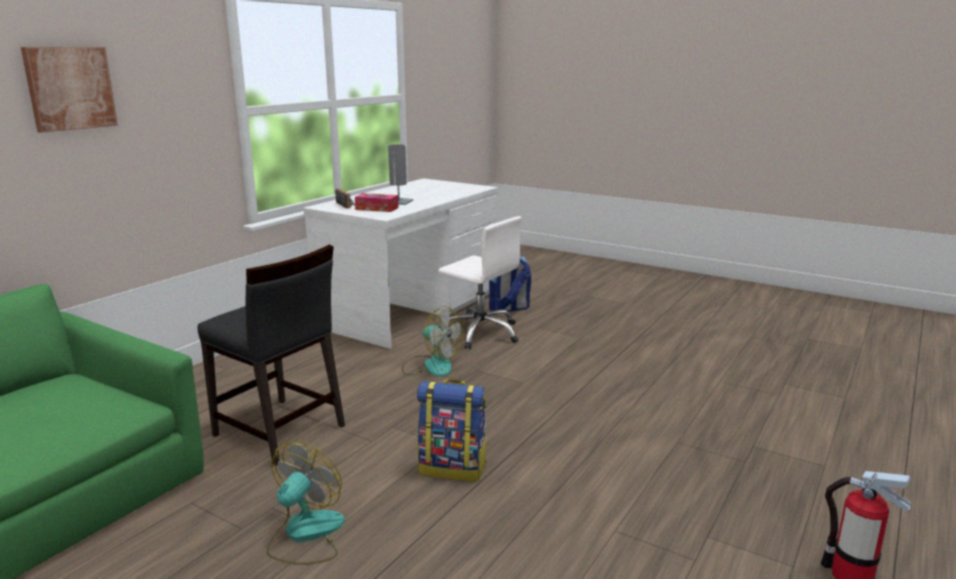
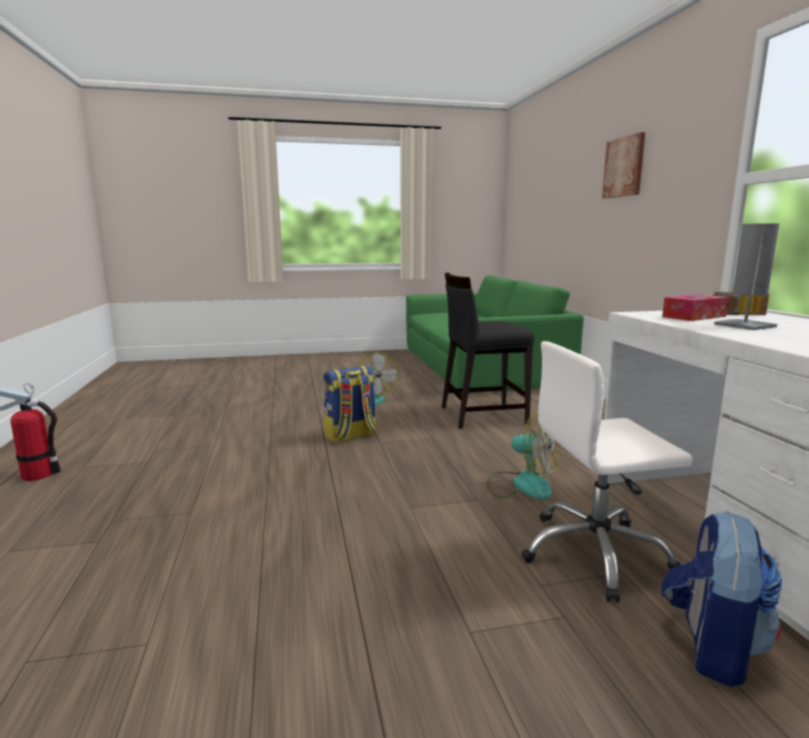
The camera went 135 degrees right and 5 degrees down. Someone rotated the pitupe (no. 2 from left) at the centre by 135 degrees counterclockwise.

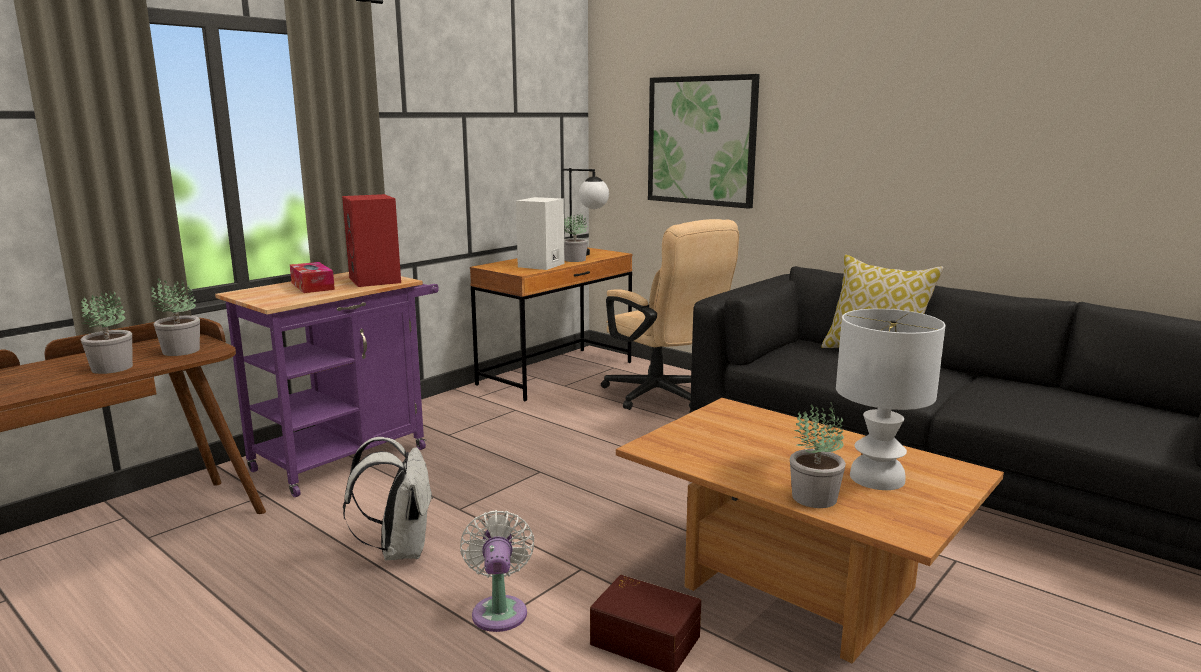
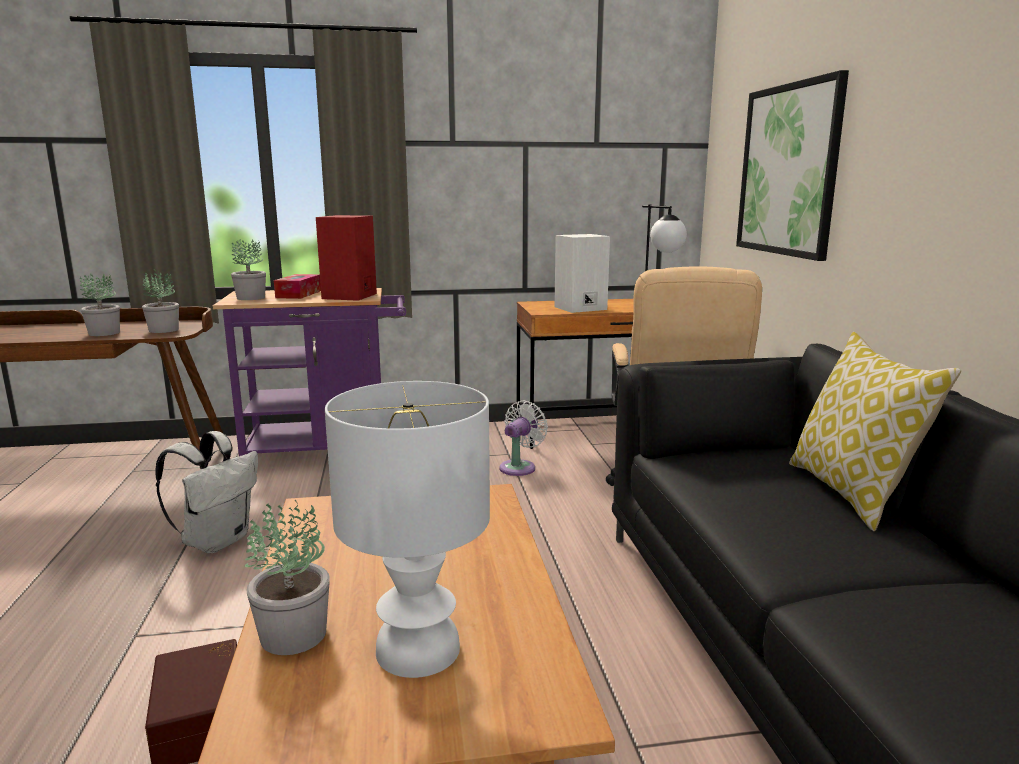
The camera went 40 degrees right and 0 degrees up. Someone carried the white pitupe from the bottom centre to the centre. Someone carried the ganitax (no. 3 from left) from the centre to the middle left.

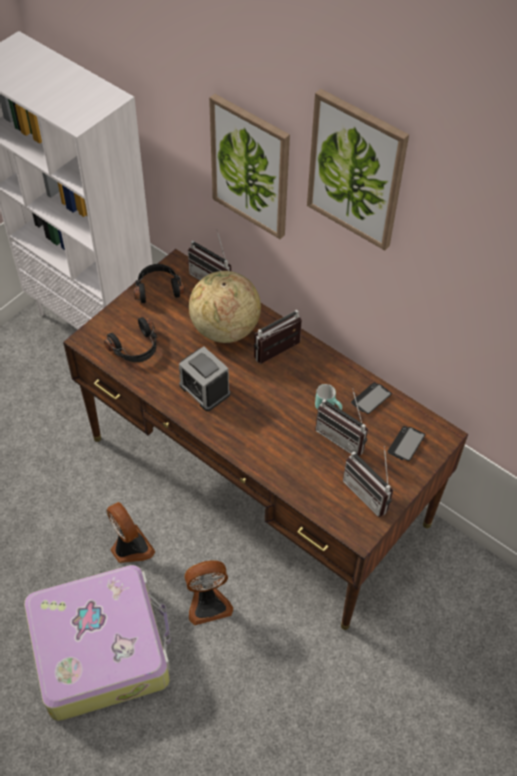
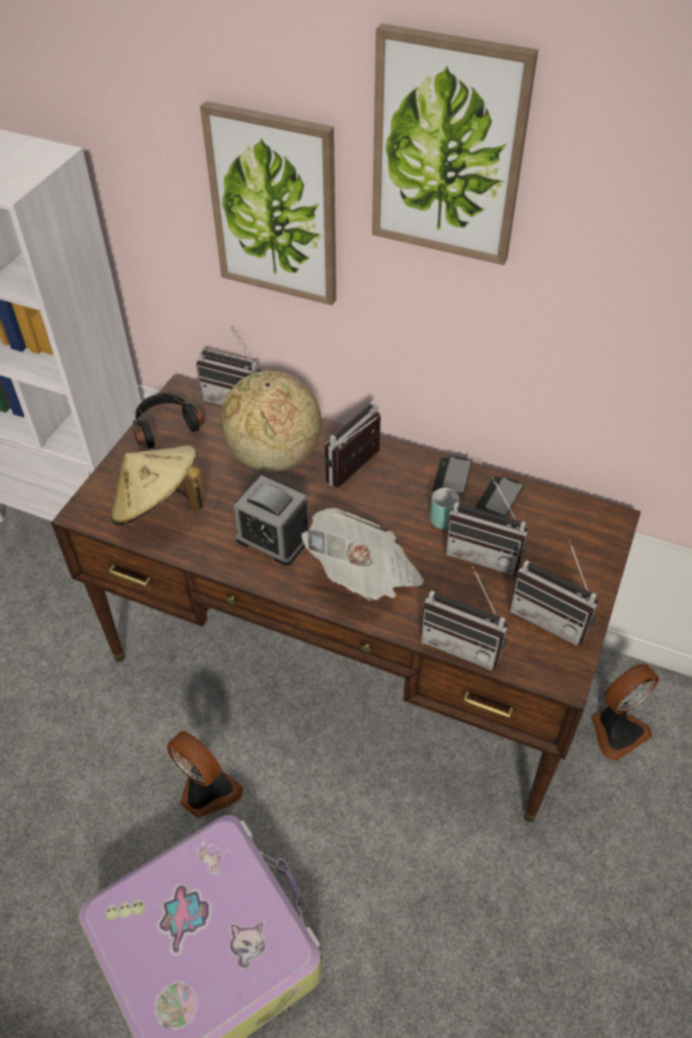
The camera went 15 degrees left and 5 degrees down. Someone put down the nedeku at the centre. Someone put down the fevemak (no. 3 from left) at the middle right. Someone carried the pitupe (no. 2 from left) from the bottom centre to the bottom right. Someone carried the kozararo (no. 2 from left in the first image) from the middle right to the centre. Someone swapped the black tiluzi (no. 1 from left) at the middle left for the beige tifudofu at the middle left.

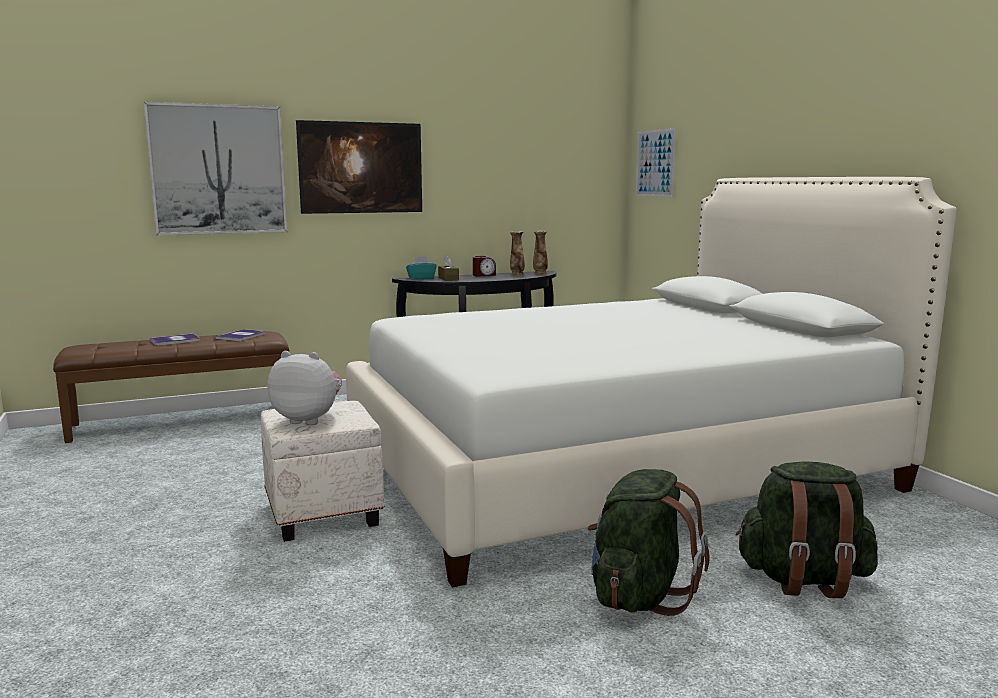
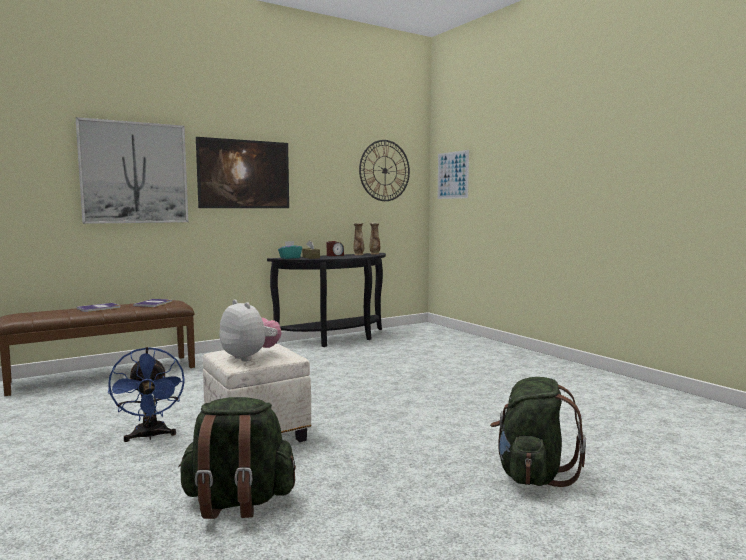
The camera went 10 degrees left and 5 degrees down. Someone took away the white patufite at the centre. Someone put down the blue pitupe at the bottom left. Someone put up the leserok at the top centre. Someone carried the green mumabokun (no. 2 from left in the first image) from the bottom right to the bottom left. Someone rotated the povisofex at the middle left by 45 degrees clockwise.

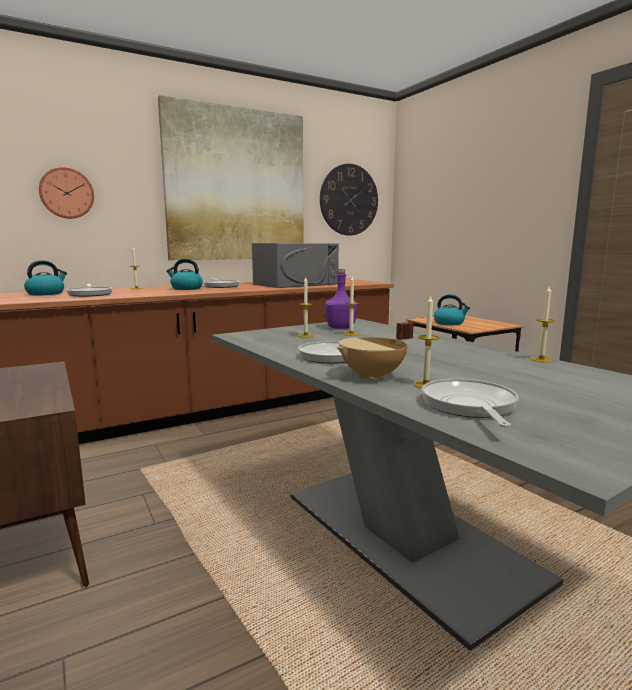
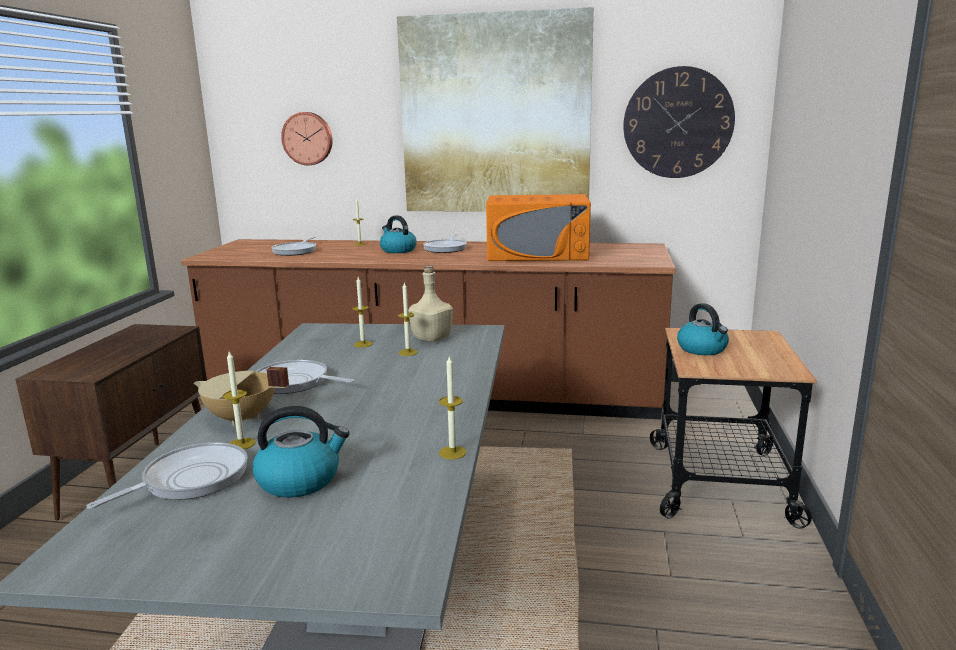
The camera went 40 degrees right and 5 degrees up. Someone carried the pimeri (no. 1 from left) from the middle left to the bottom left. Someone repainted the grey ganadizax at the centre, which became the orange ganadizax at the centre. Someone repainted the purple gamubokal at the centre, which became the beige gamubokal at the centre.

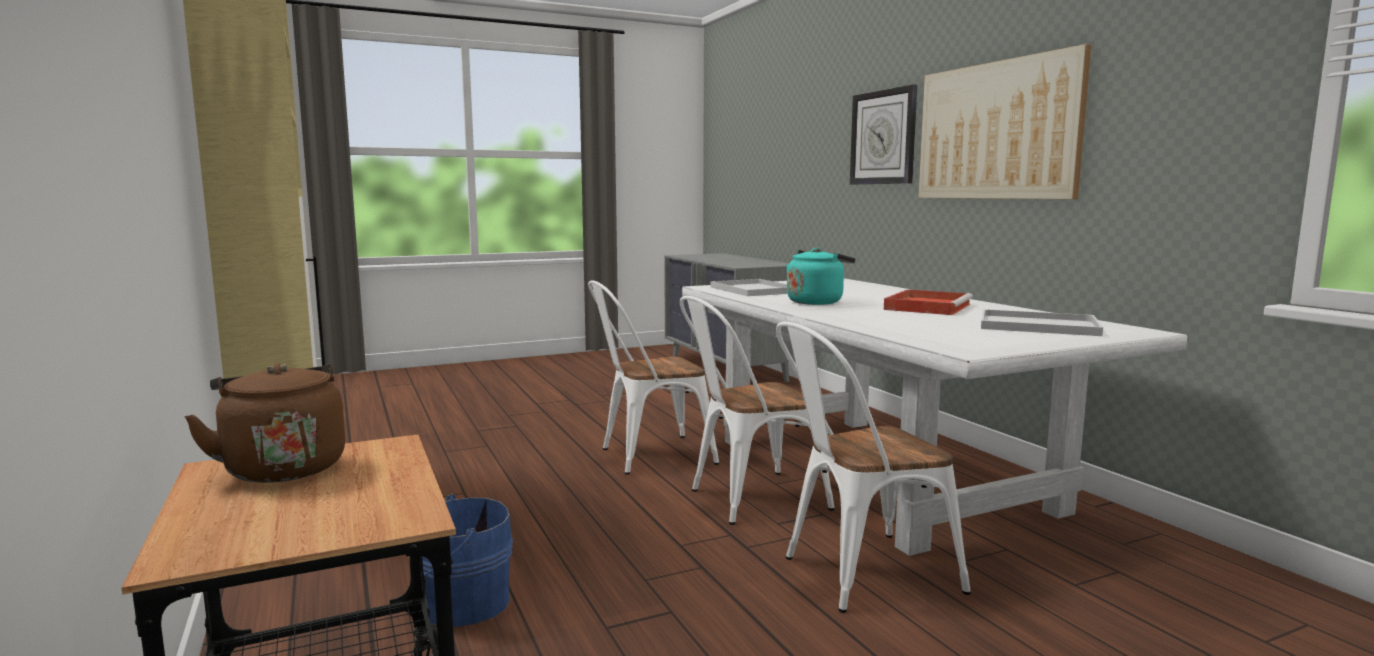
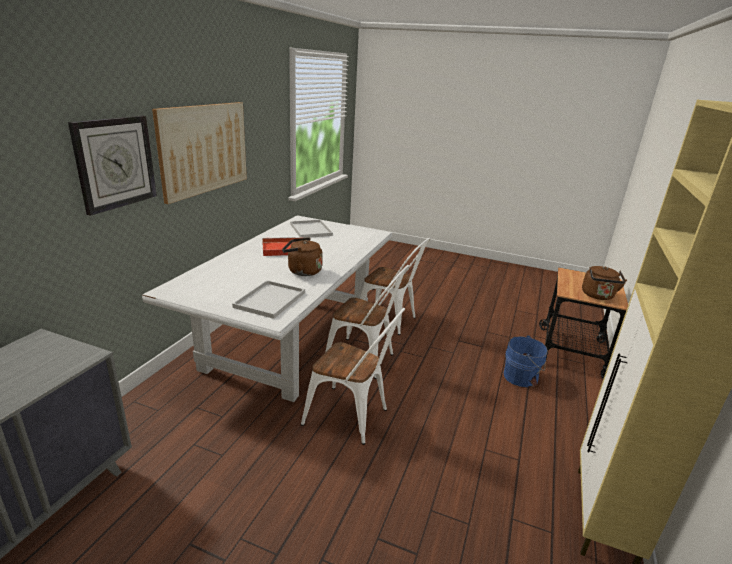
The camera went 135 degrees left and 15 degrees up. Someone repainted the turquoise pimeri at the centre, which became the brown pimeri (no. 1 from left) at the centre.

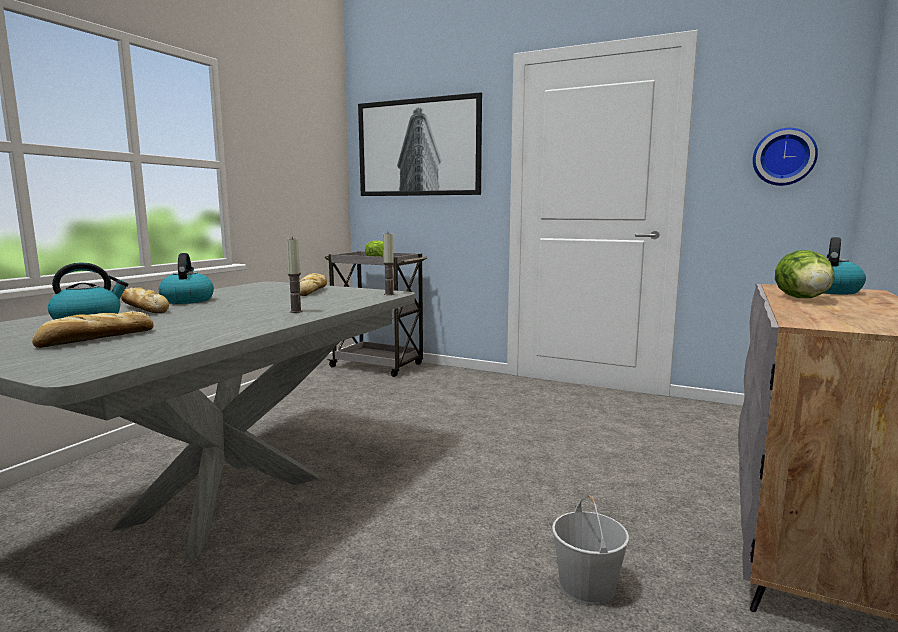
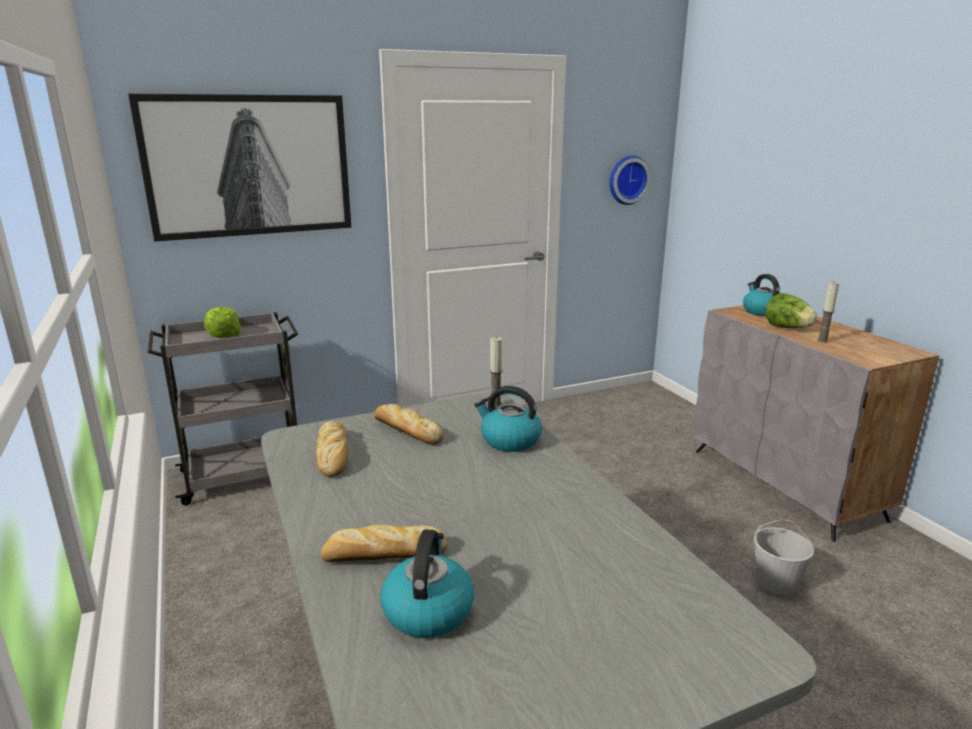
The camera went 50 degrees left and 10 degrees up. Someone carried the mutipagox (no. 1 from left) from the middle left to the centre. Someone carried the pimeri (no. 2 from left) from the middle left to the centre. Someone carried the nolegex (no. 1 from left in the first image) from the middle left to the middle right.

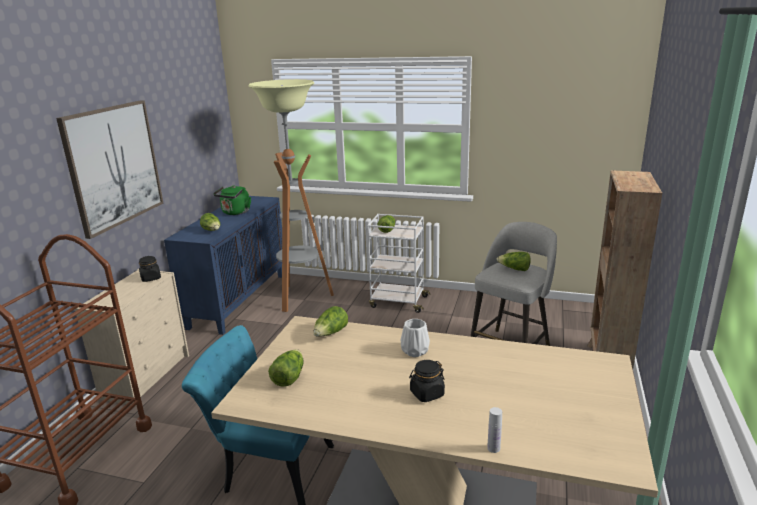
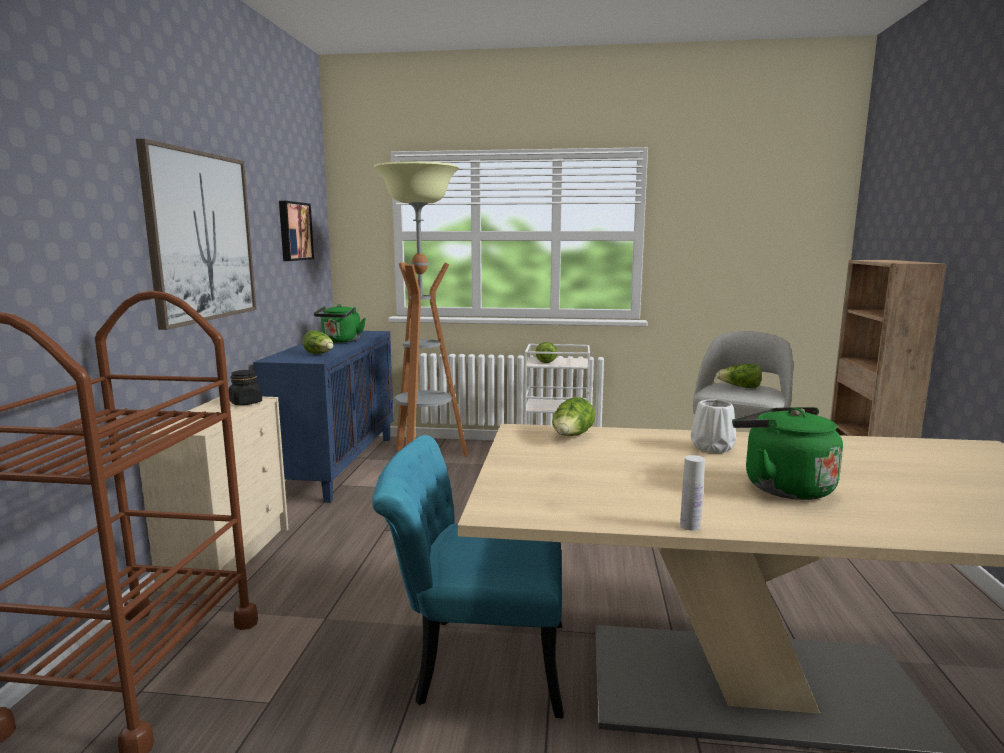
The camera went 10 degrees left and 10 degrees down. Someone took away the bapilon (no. 2 from left) at the bottom centre. Someone put up the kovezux (no. 2 from left) at the top left. Someone carried the white gamubokal from the bottom centre to the middle right. Someone swapped the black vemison (no. 2 from left) at the bottom centre for the green pimeri (no. 2 from left) at the middle right.

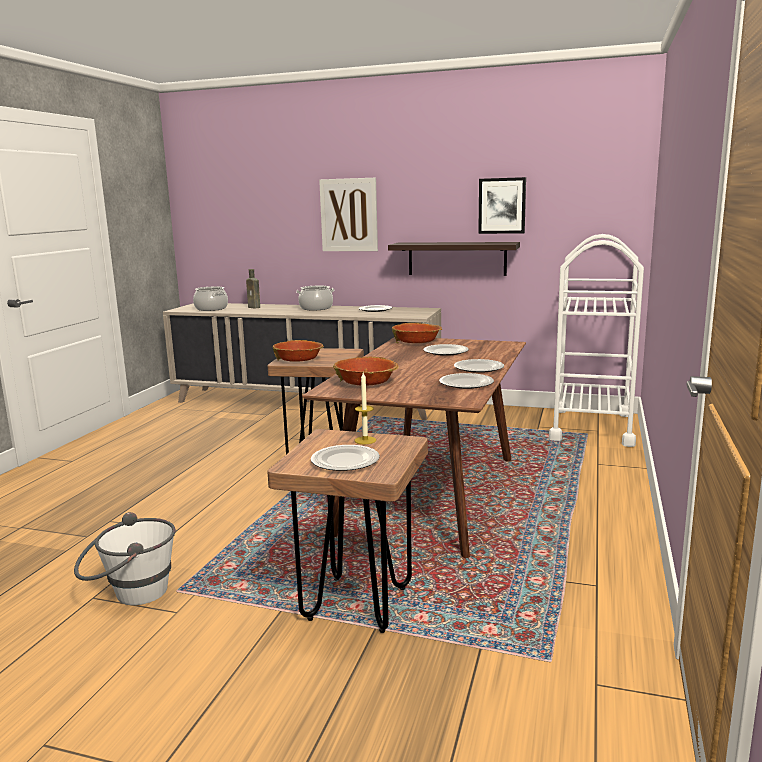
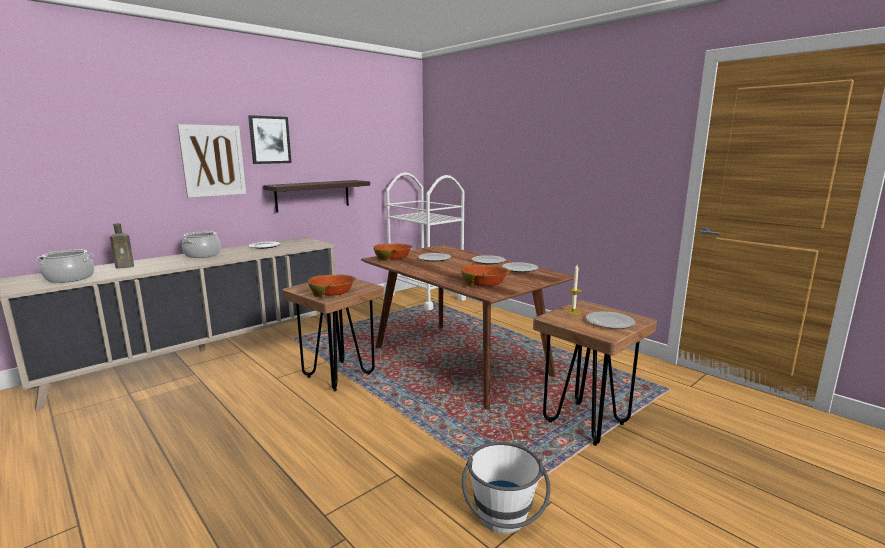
The camera went 60 degrees left and 0 degrees up. Someone carried the kovezux (no. 2 from left) from the top centre to the top left.

